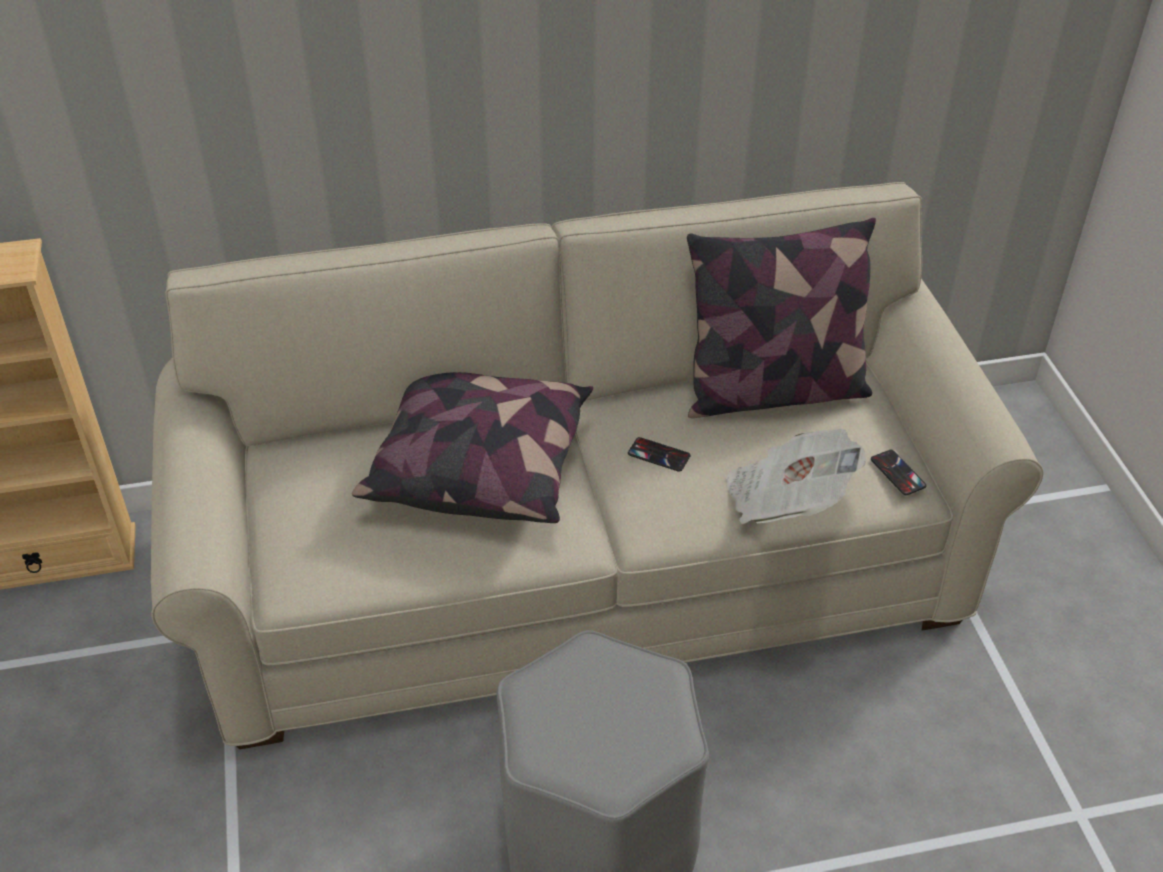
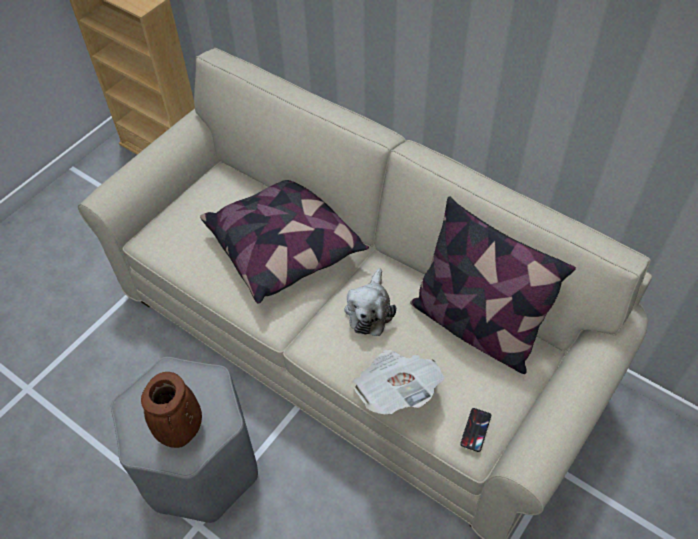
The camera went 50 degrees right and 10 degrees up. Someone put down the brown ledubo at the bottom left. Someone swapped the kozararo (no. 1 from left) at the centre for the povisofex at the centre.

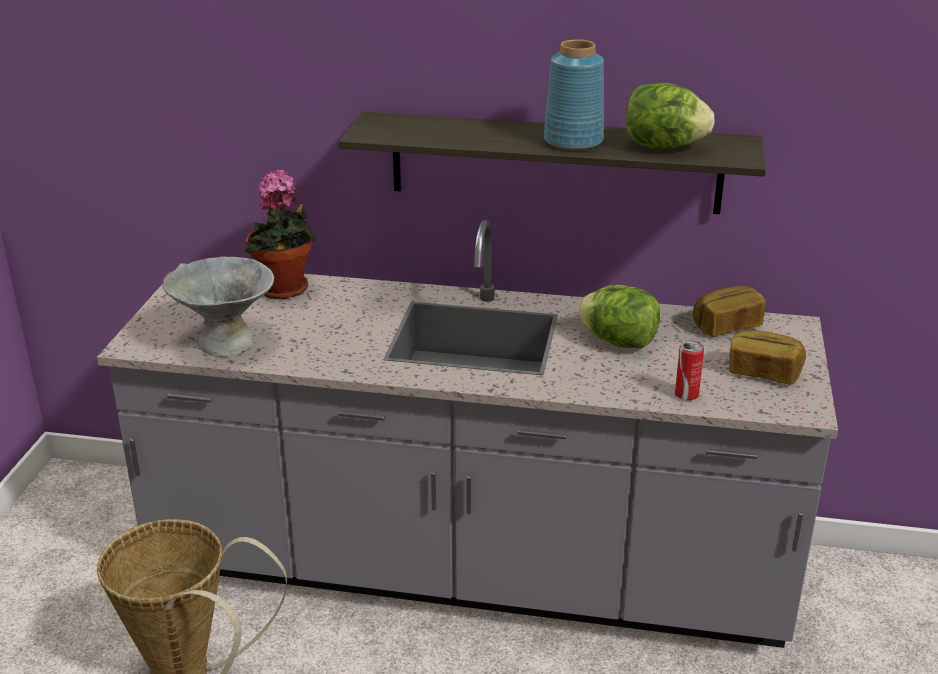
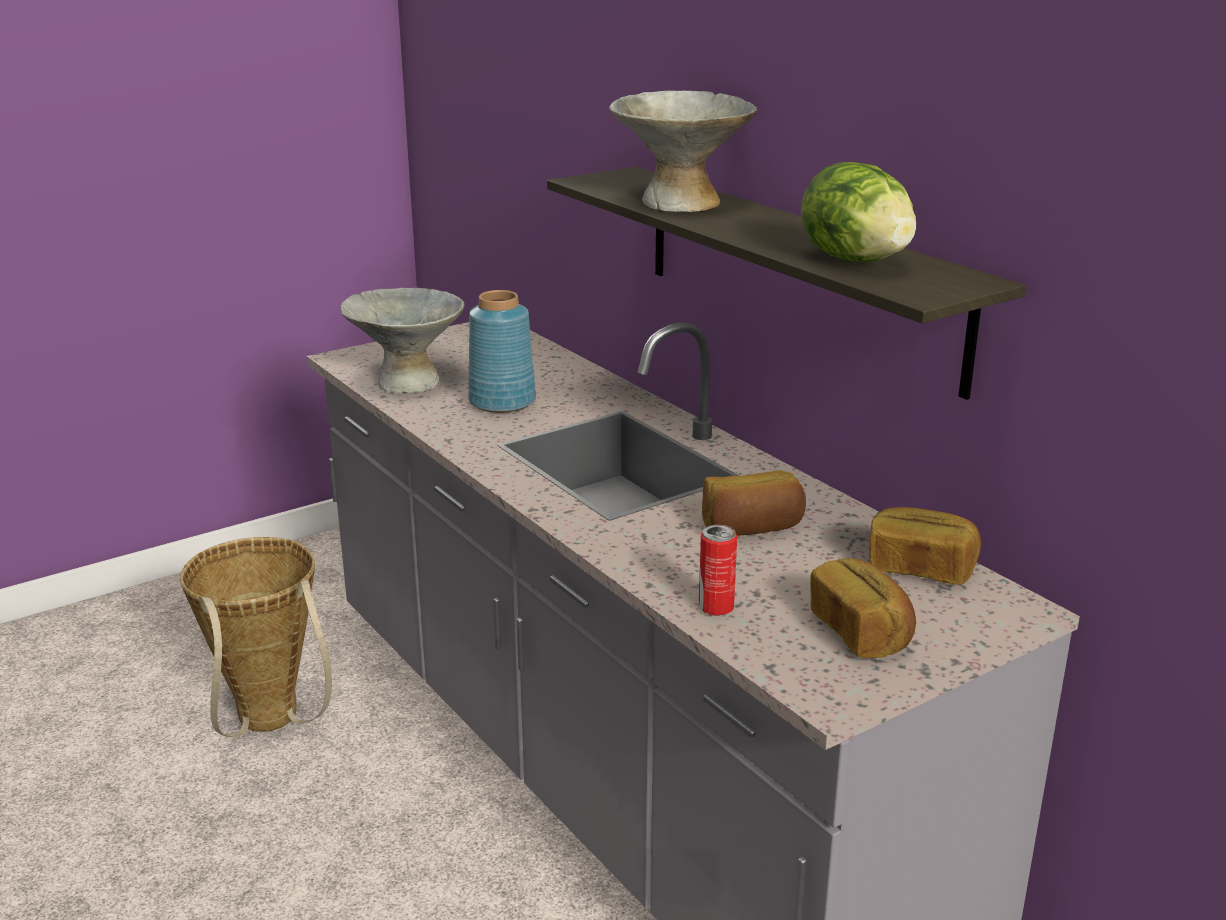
The camera went 45 degrees right and 5 degrees down. Someone took away the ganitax at the middle left. Someone put down the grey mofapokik (no. 2 from left) at the top centre. Someone carried the blue ledubo from the top centre to the centre. Someone swapped the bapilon (no. 1 from left) at the centre for the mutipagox (no. 1 from left) at the centre.

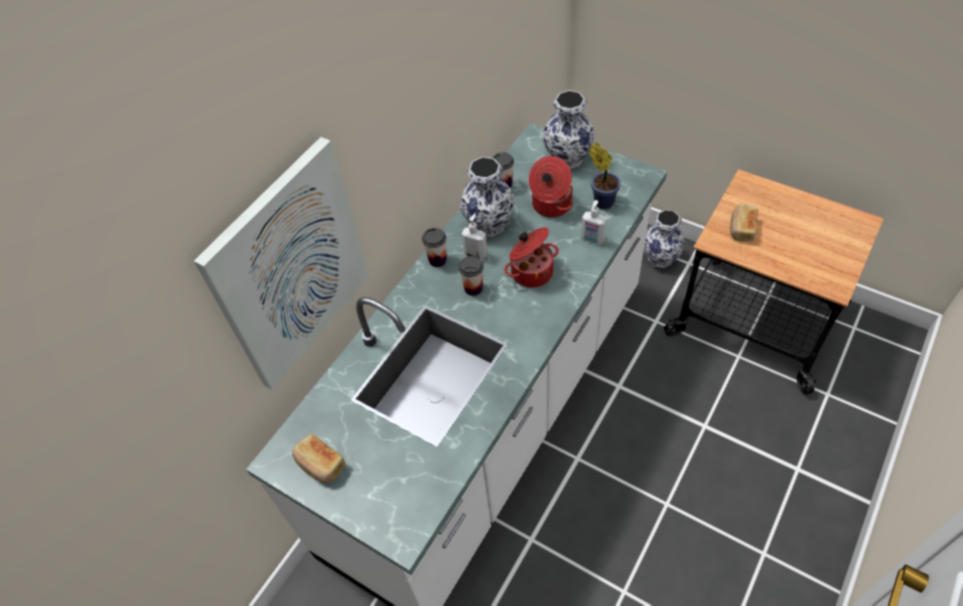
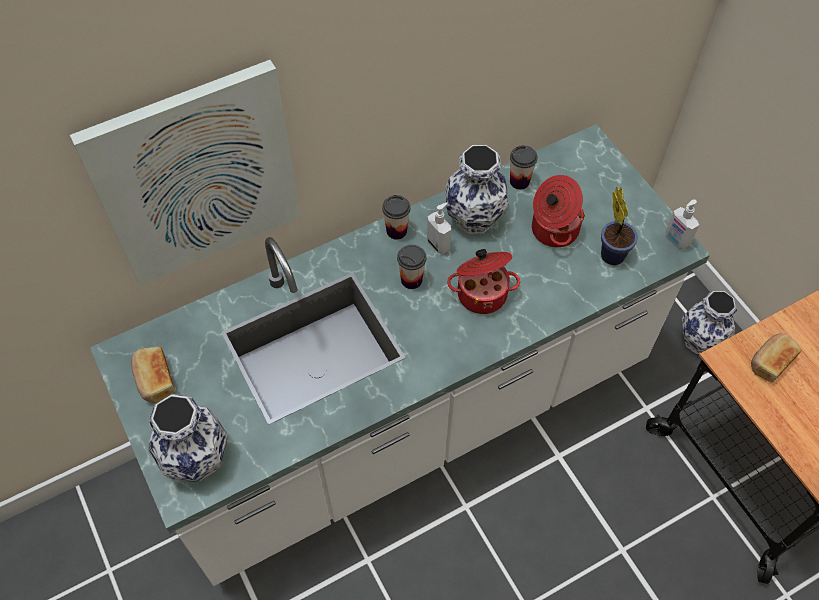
The camera went 25 degrees right and 5 degrees up. Someone carried the ledubo (no. 2 from left in the first image) from the top centre to the bottom left. Someone carried the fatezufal (no. 2 from left) from the centre to the middle right.

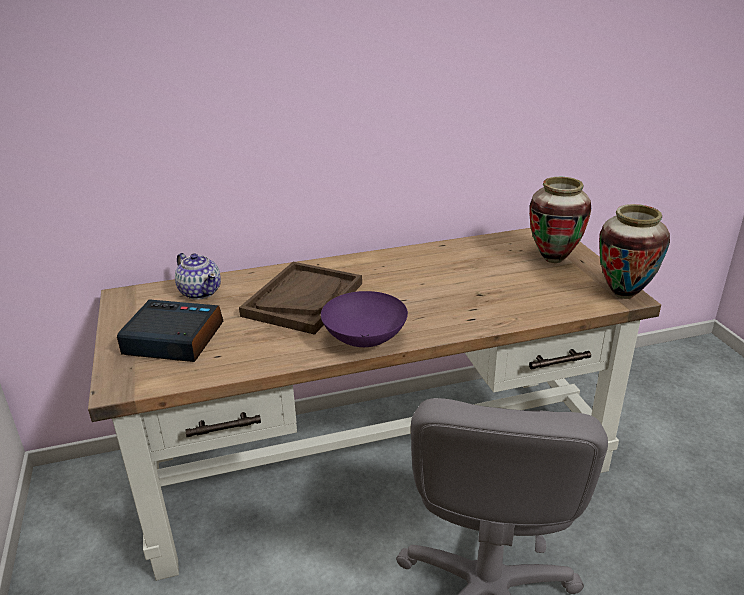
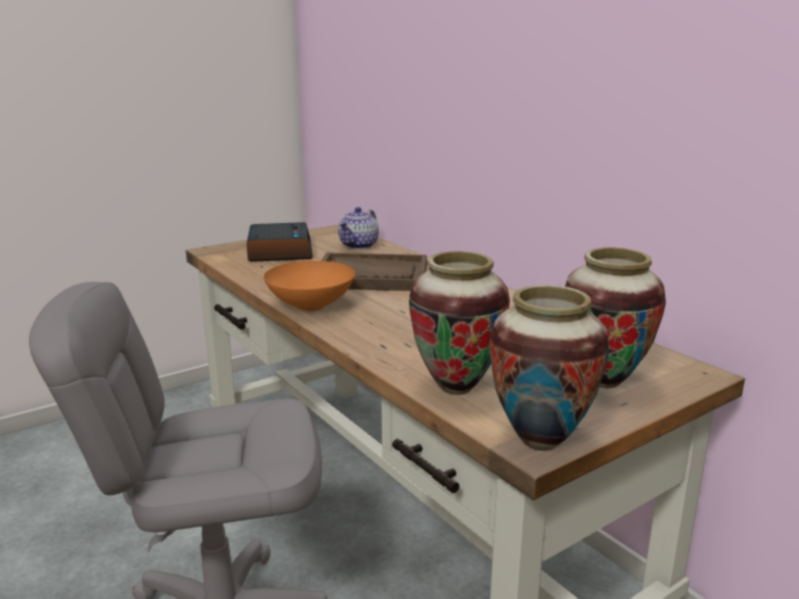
The camera went 70 degrees right and 10 degrees down. Someone put down the ledubo (no. 1 from left) at the centre. Someone repainted the purple mofapokik at the centre, which became the orange mofapokik at the centre.

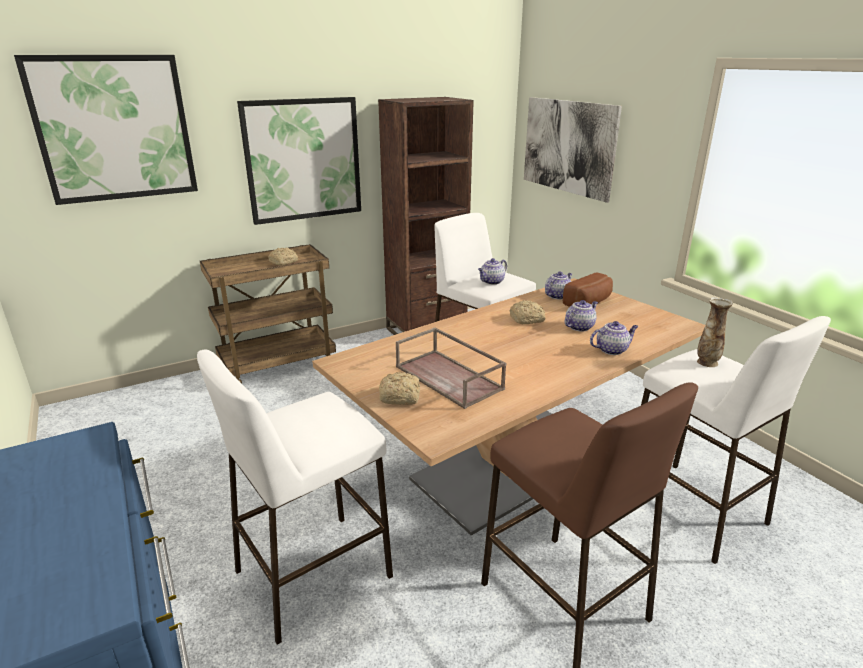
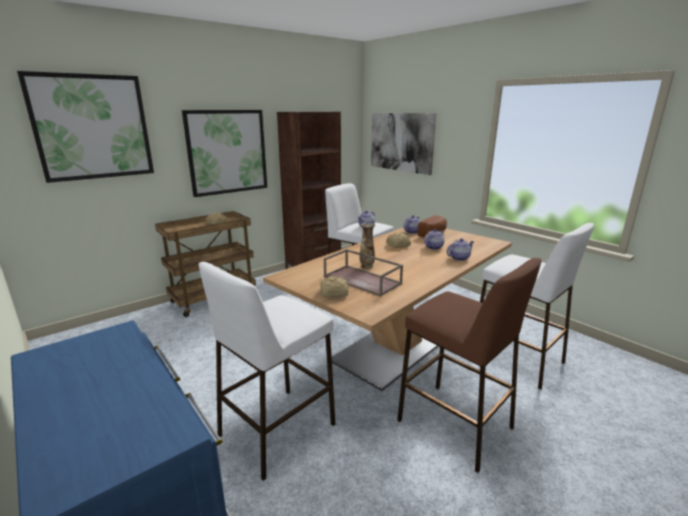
The camera went 10 degrees left and 5 degrees down. Someone carried the ledubo from the middle right to the centre.

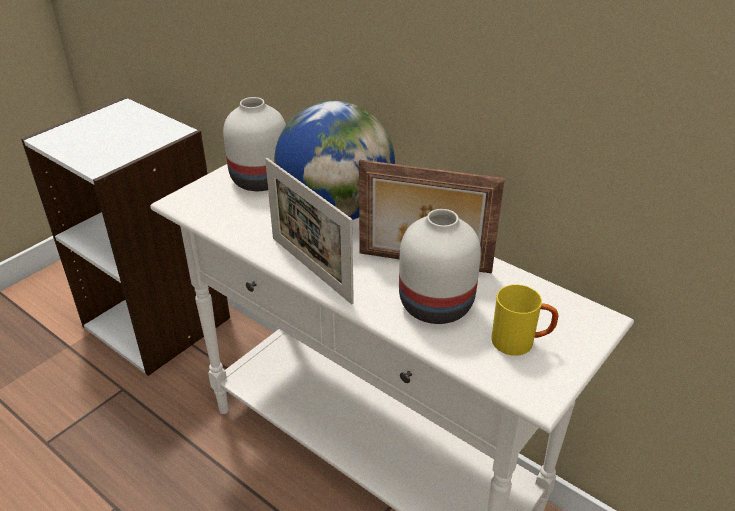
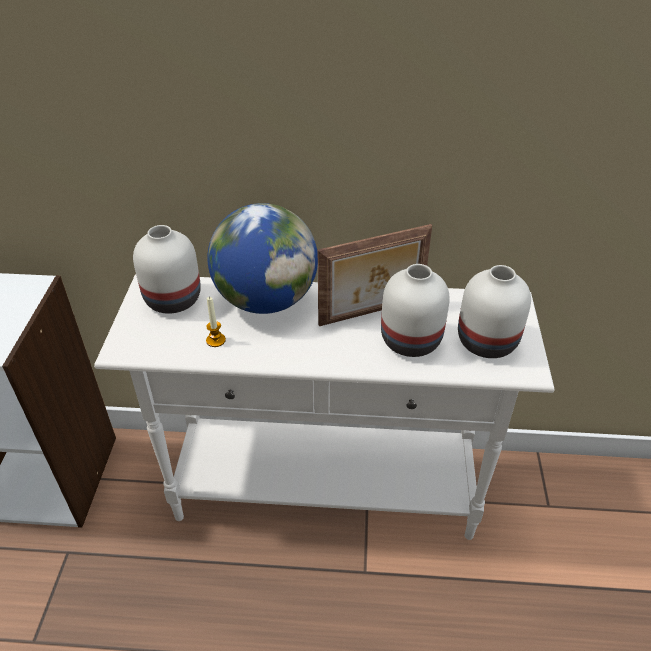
The camera went 35 degrees left and 5 degrees up. Someone took away the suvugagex (no. 1 from left) at the centre. Someone put down the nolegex at the middle left. Someone swapped the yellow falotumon at the middle right for the white ledubo (no. 3 from left) at the middle right.

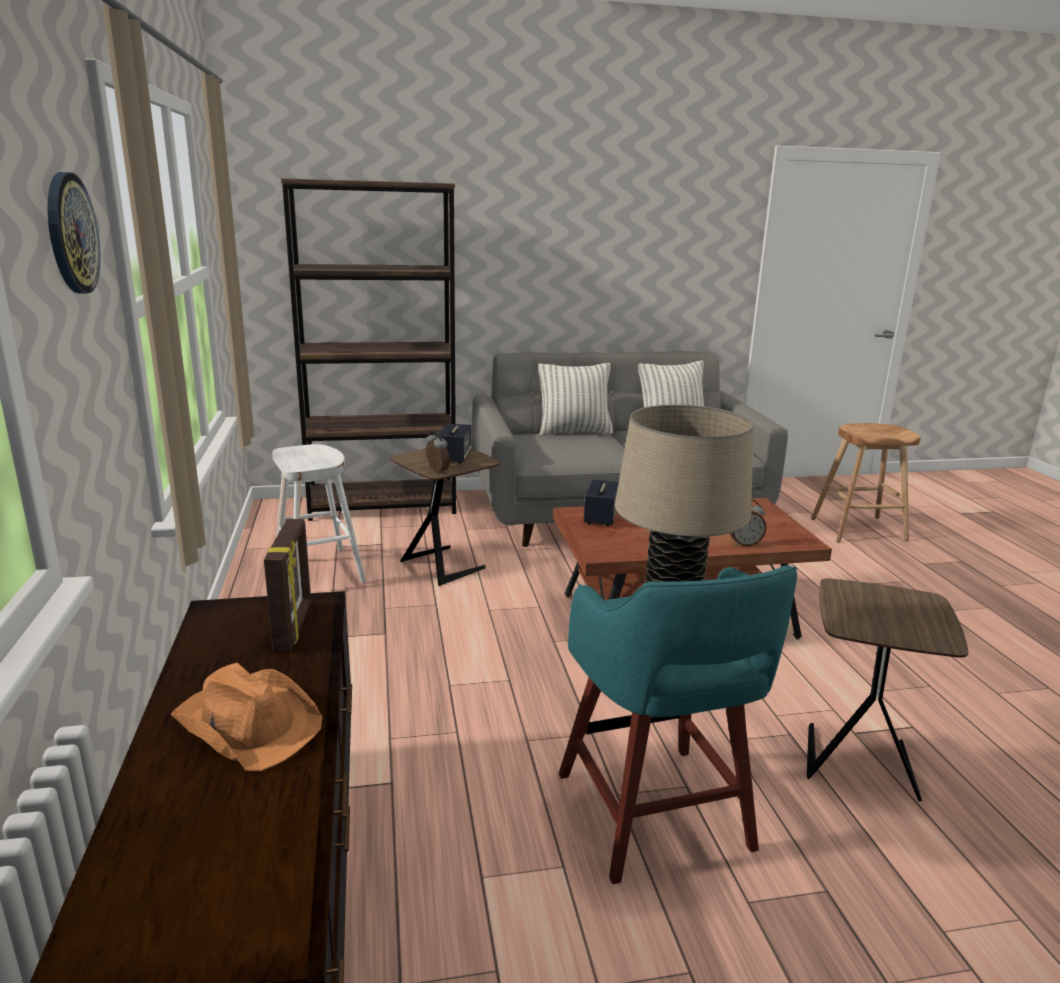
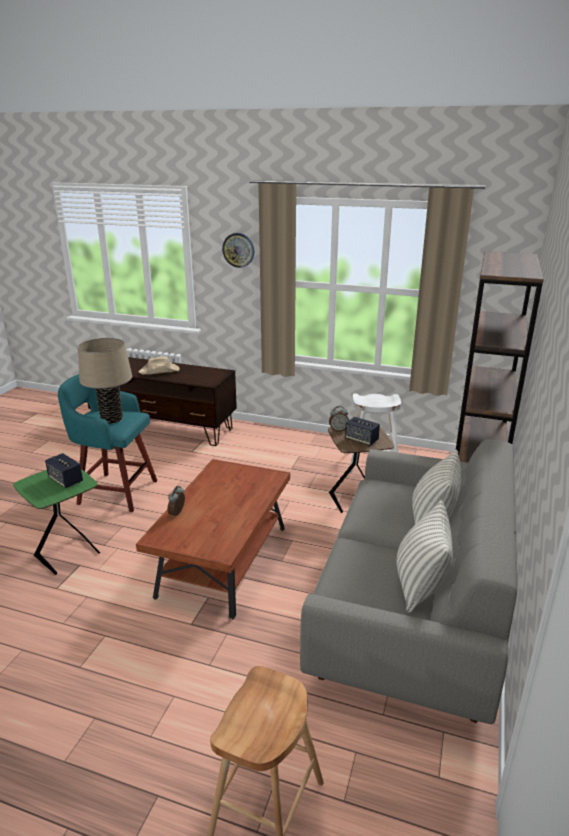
The camera went 120 degrees right and 5 degrees up. Someone took away the suvugagex at the middle left. Someone carried the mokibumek (no. 2 from left in the first image) from the centre to the middle left. Someone repainted the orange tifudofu at the bottom left, which became the beige tifudofu at the middle left. Someone repainted the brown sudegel (no. 2 from left) at the bottom right, which became the green sudegel at the middle left.

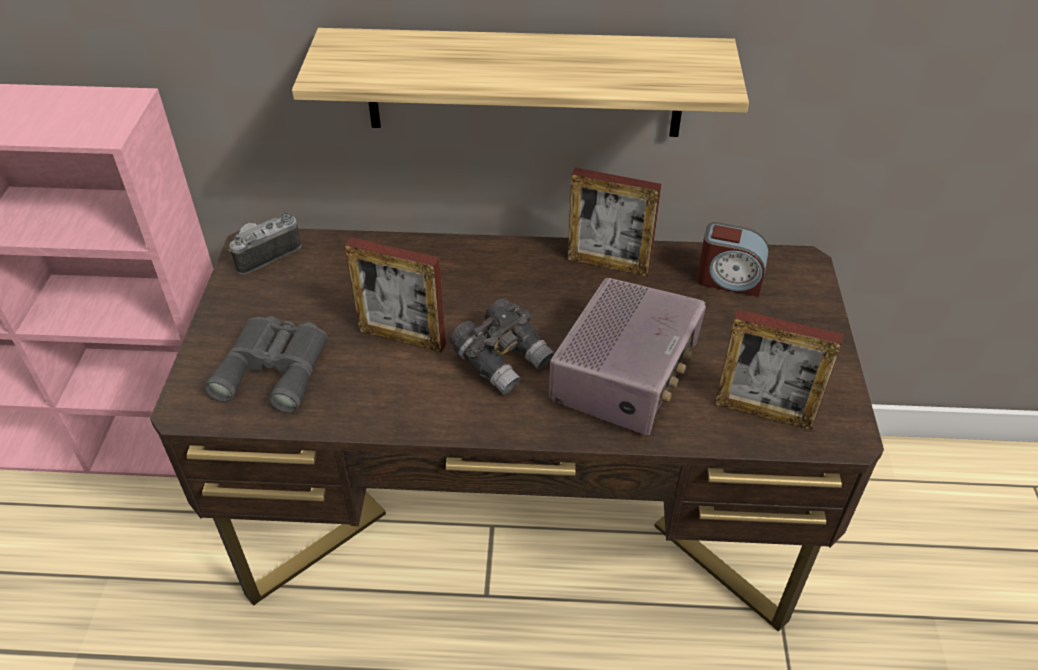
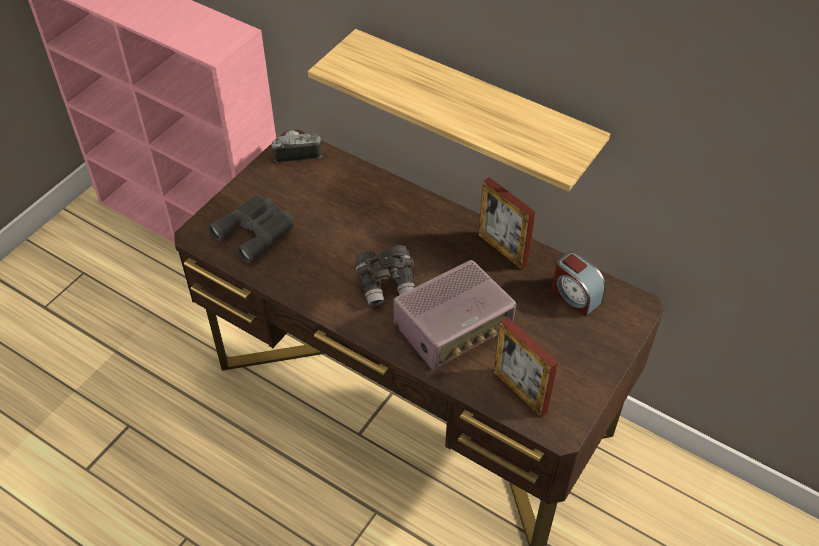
The camera went 30 degrees right and 5 degrees up. Someone took away the suvugagex (no. 1 from left) at the centre.

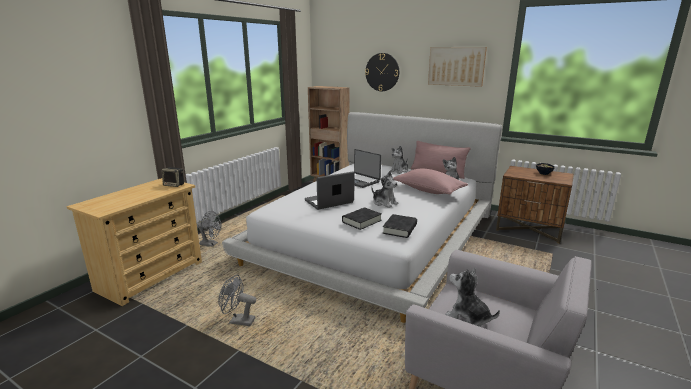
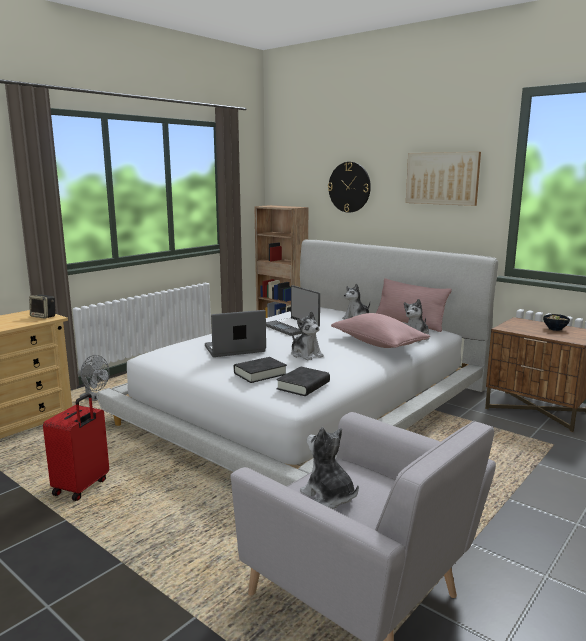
The camera went 10 degrees right and 5 degrees down. Someone swapped the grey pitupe (no. 2 from left) at the bottom centre for the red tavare at the bottom left.

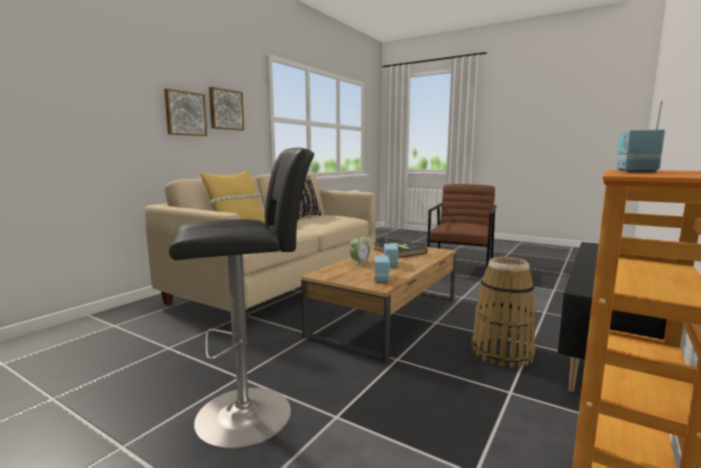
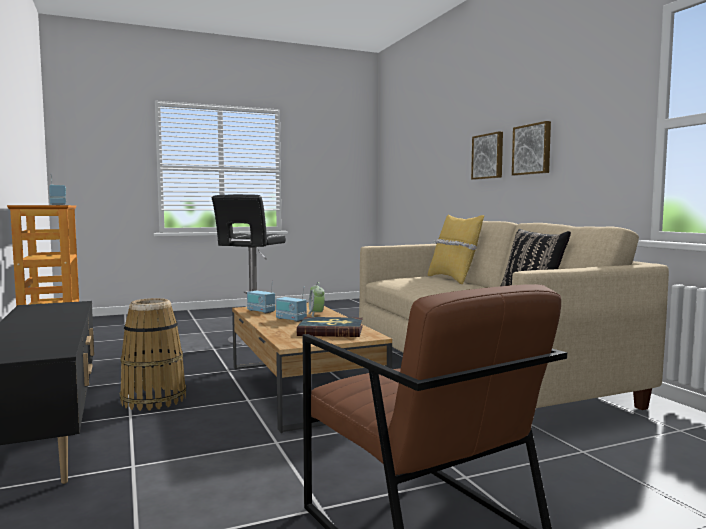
The camera went 125 degrees right and 5 degrees down. Someone carried the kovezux (no. 2 from left in the first image) from the top left to the top right.

